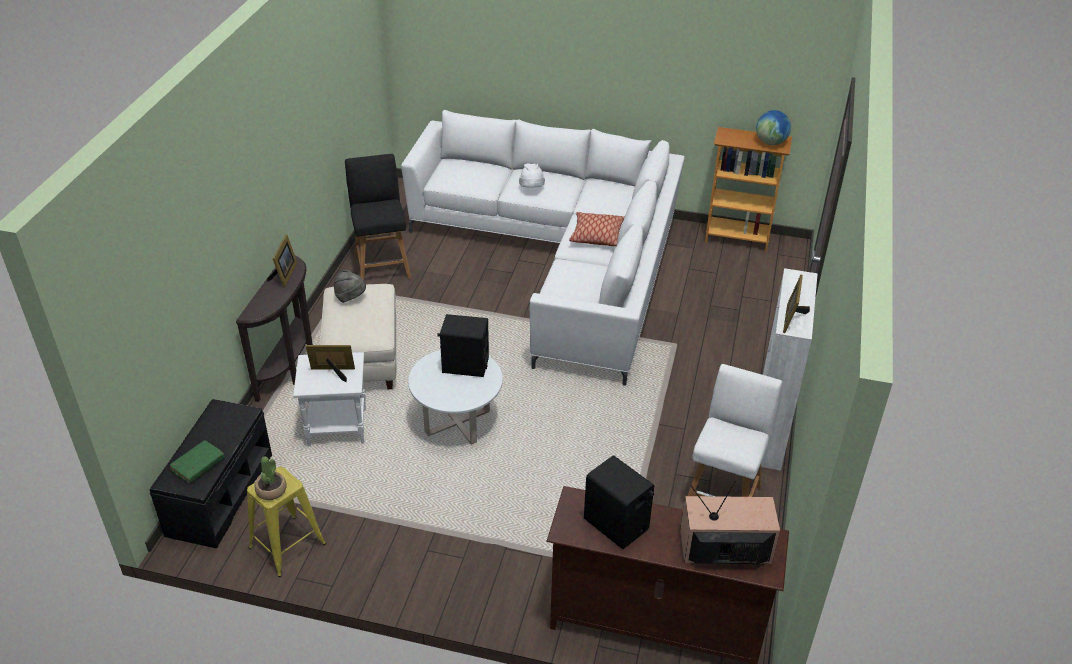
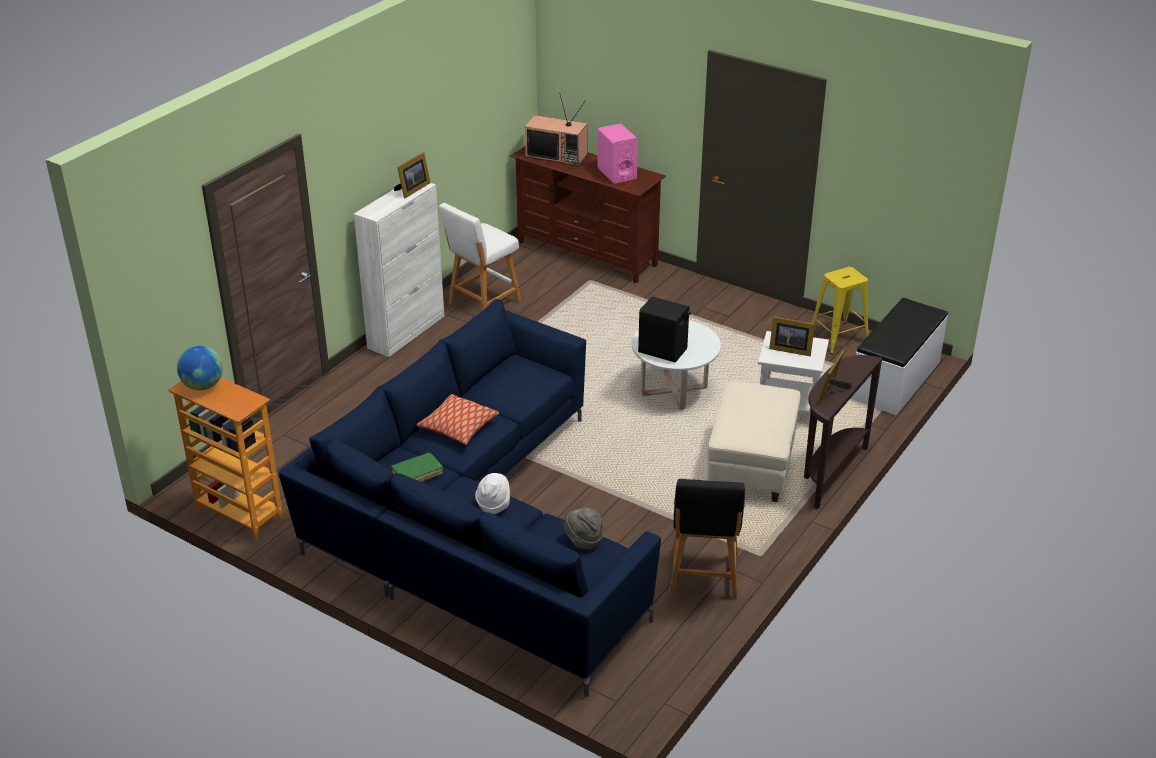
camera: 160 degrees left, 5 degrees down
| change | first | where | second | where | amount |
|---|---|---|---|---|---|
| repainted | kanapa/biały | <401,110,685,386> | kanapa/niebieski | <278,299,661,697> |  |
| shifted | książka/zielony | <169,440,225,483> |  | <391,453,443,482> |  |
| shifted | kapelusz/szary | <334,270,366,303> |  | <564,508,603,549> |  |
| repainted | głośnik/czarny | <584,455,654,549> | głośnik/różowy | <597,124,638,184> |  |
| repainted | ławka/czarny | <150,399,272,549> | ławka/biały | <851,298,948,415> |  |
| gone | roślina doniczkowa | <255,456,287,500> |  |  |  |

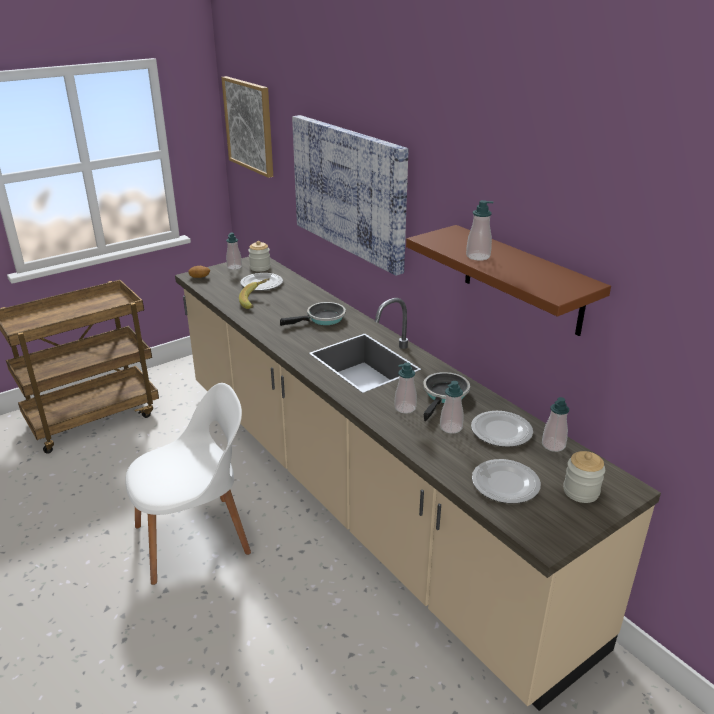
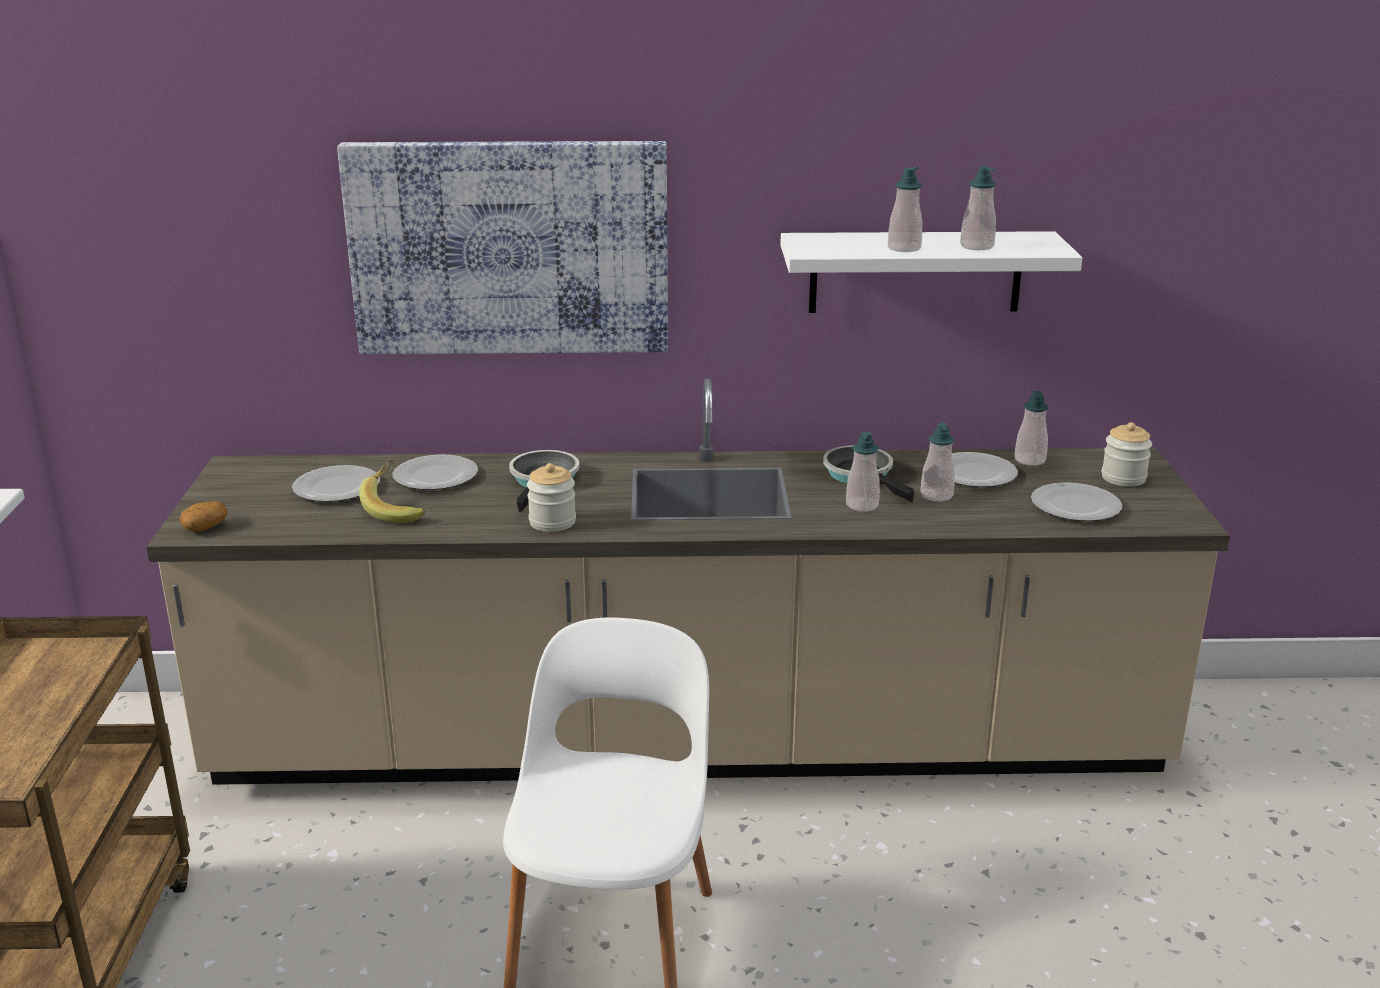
camera: 55 degrees left, 5 degrees down
| change | first | where | second | where | amount |
|---|---|---|---|---|---|
| new |  |  | talerz | <393,455,478,490> |  |
| shifted | słoik | <248,241,271,272> |  | <527,463,576,532> |  |
| repainted | półka/brązowy | <406,225,611,336> | półka/biały | <780,231,1082,313> |  |
| shifted | dozownik mydła | <226,233,242,270> |  | <960,166,996,250> |  |
| gone | obraz | <221,76,273,178> |  |  |  |

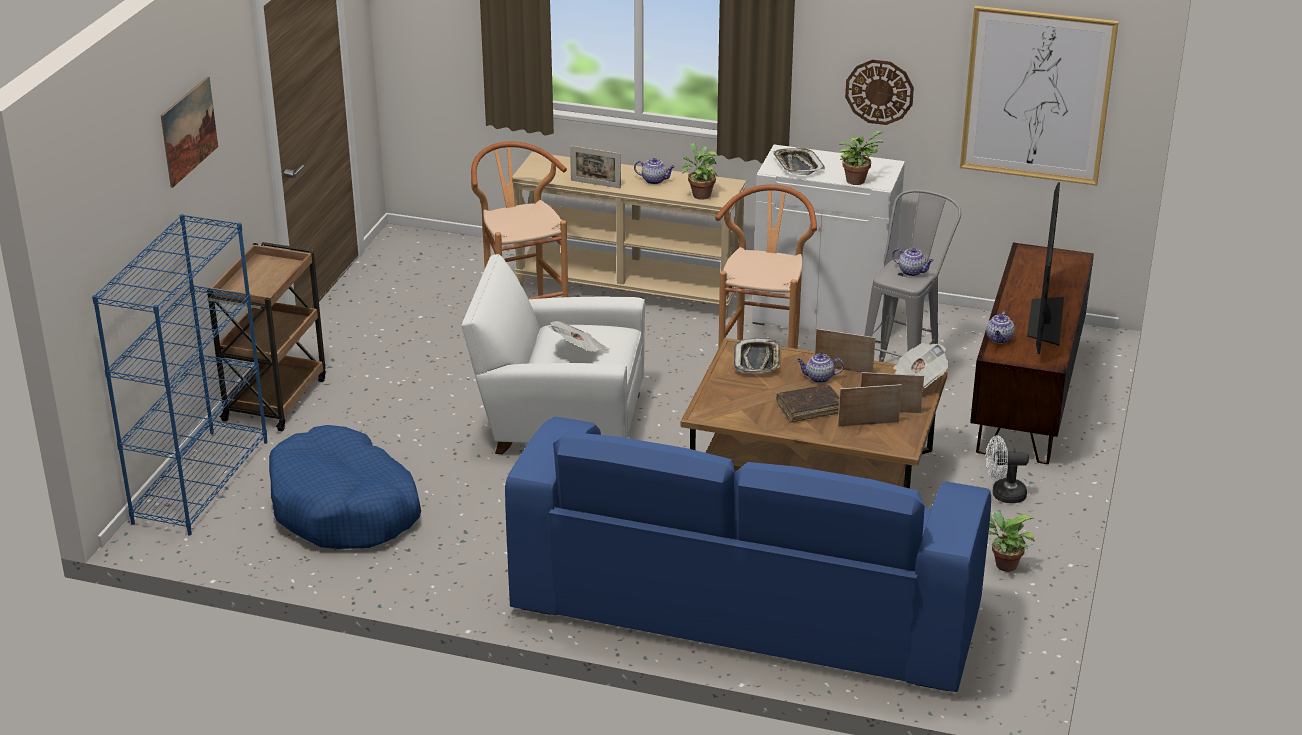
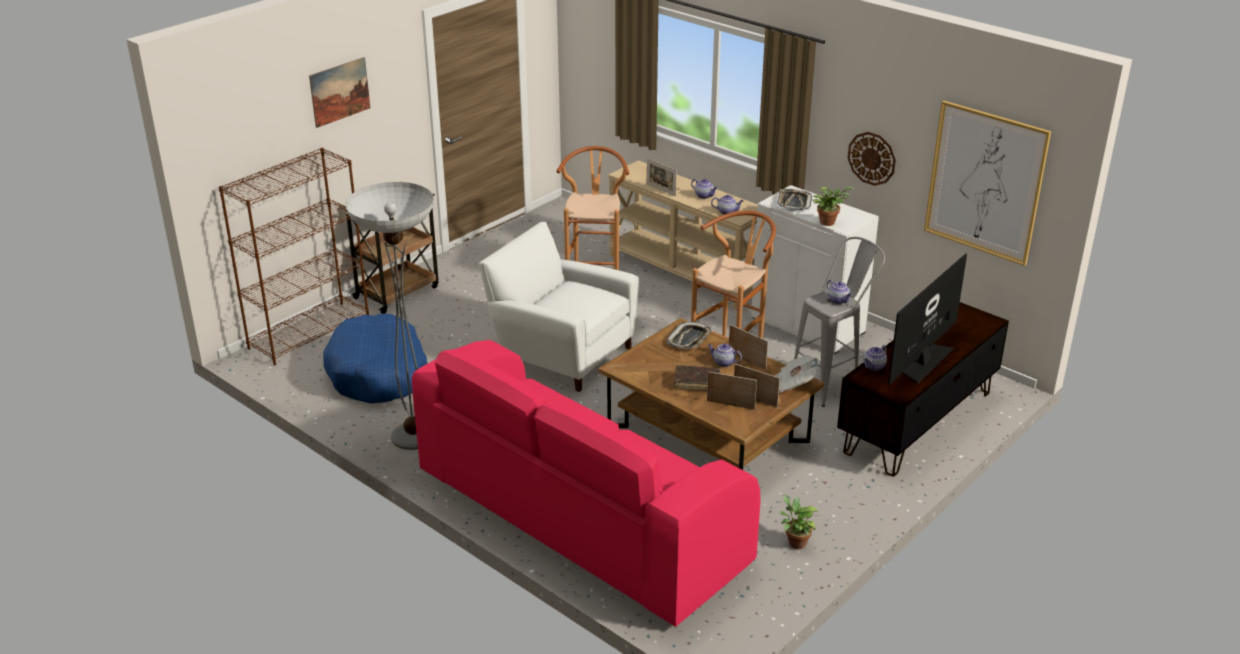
camera: 25 degrees right, 0 degrees up
| change | first | where | second | where | amount |
|---|---|---|---|---|---|
| repainted | regał/niebieski | <92,214,268,536> | regał/brązowy | <219,148,369,365> |  |
| new |  |  | lampa stojąca | <345,182,434,450> |  |
| repainted | kanapa/niebieski | <505,416,991,692> | kanapa/różowy | <412,340,760,627> |  |
| swapped | roślina doniczkowa | <682,142,718,200> | imbryk | <711,195,744,215> |  |
| gone | gazeta | <549,321,610,352> |  |  |  |
| gone | wentylator/biały | <985,435,1029,503> |  |  |  |

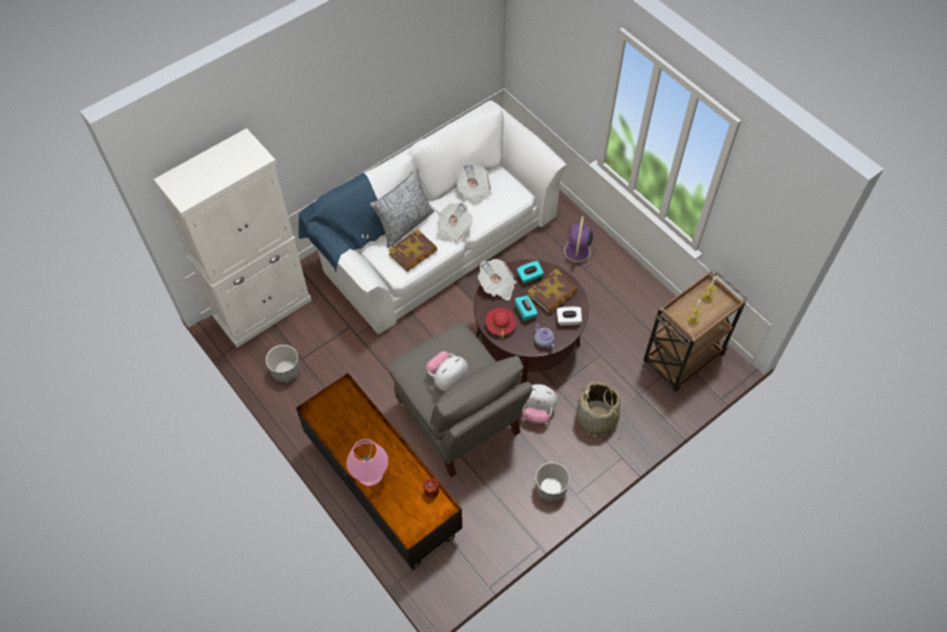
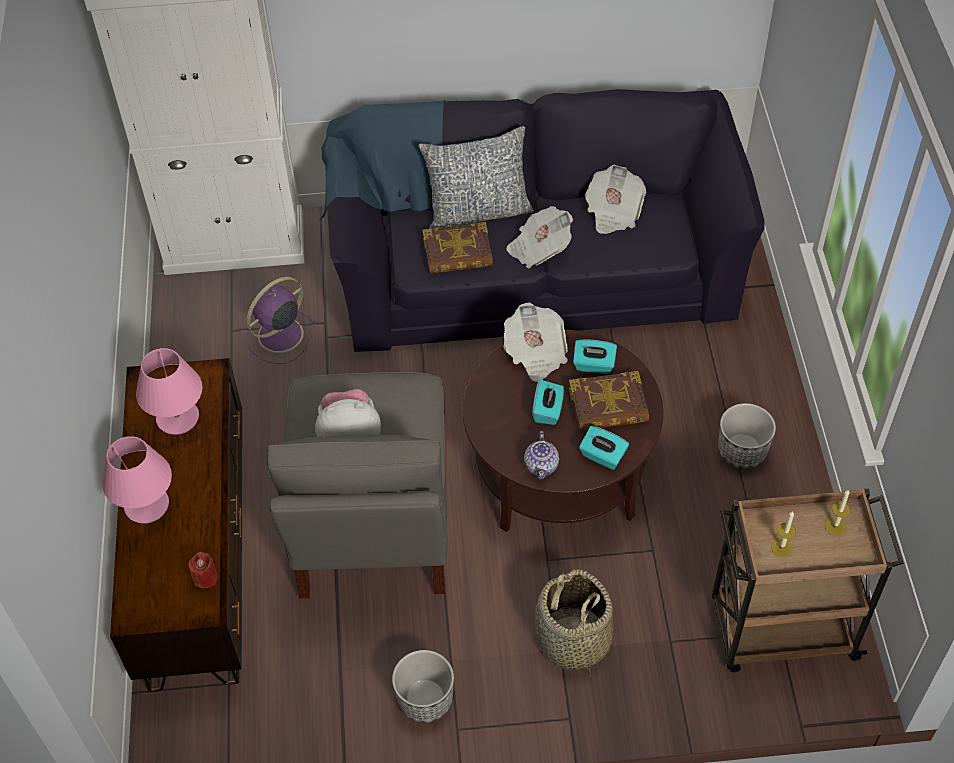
camera: 35 degrees right, 5 degrees down
| change | first | where | second | where | amount |
|---|---|---|---|---|---|
| new |  |  | lampa stołowa/różowy | <136,348,202,435> |  |
| shifted | wentylator/fioletowy | <558,216,597,268> |  | <245,277,316,364> |  |
| repainted | kanapa/biały | <298,101,566,334> | kanapa/czarny | <320,89,765,352> |  |
| repainted | pudełko chusteczek/biały | <557,307,582,326> | pudełko chusteczek/turkusowy | <579,426,629,470> |  |
| shifted | donica | <266,345,300,383> |  | <718,403,776,469> |  |
| gone | kapelusz/czerwony | <485,308,516,339> |  |  |  |
| gone | pluszak | <522,384,558,424> |  |  |  |

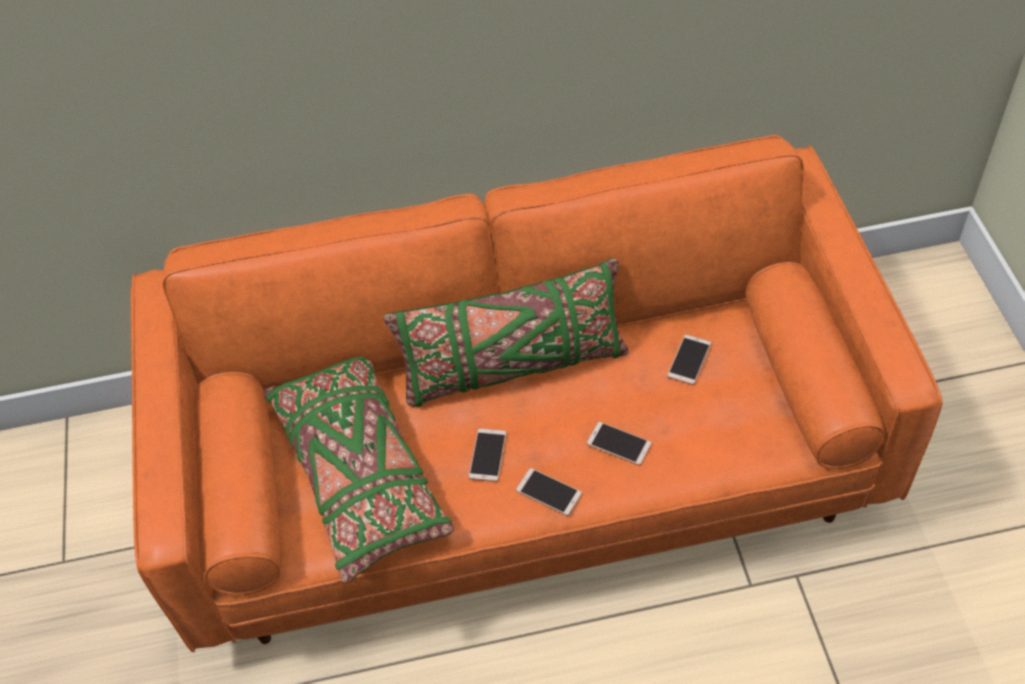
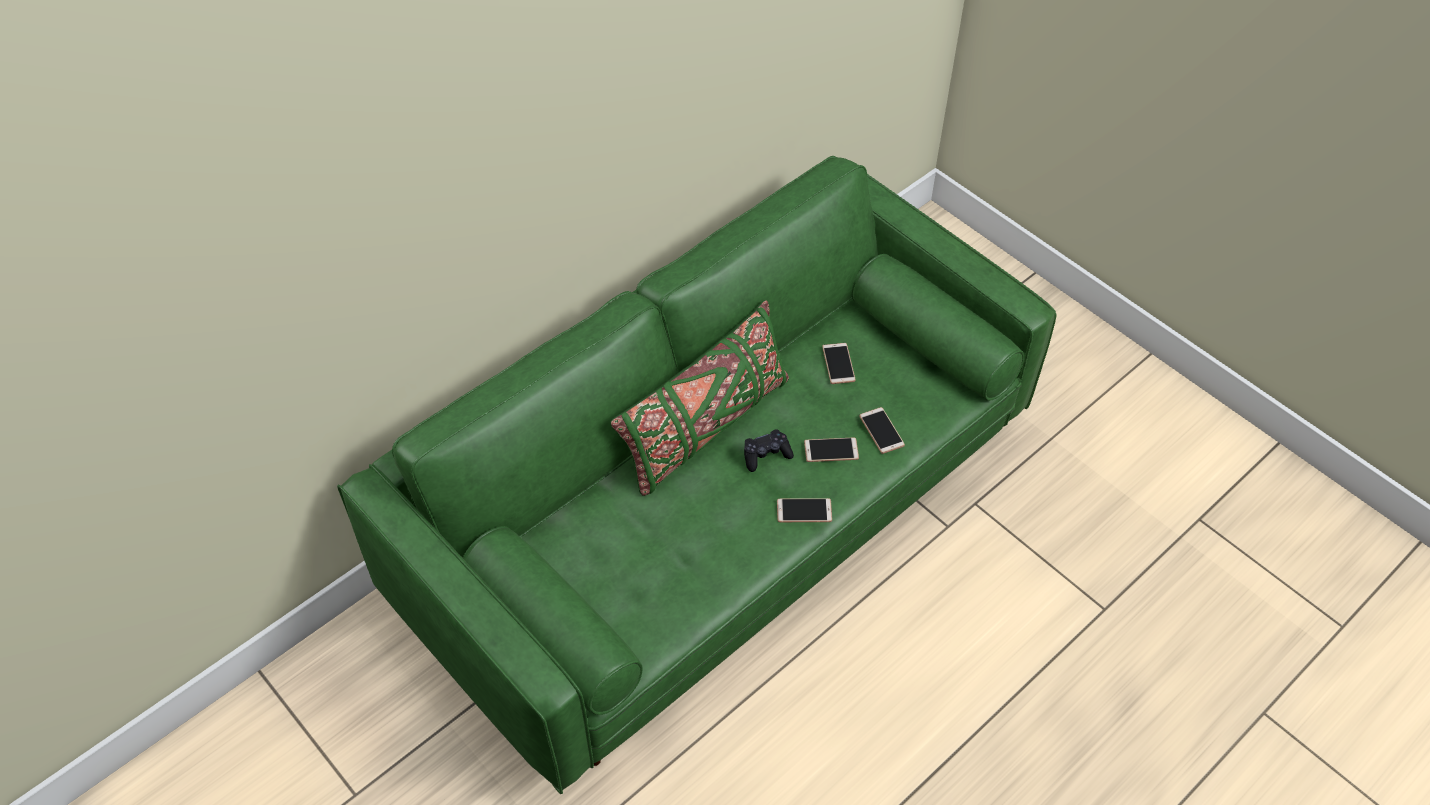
camera: 35 degrees left, 0 degrees up
| change | first | where | second | where | amount |
|---|---|---|---|---|---|
| repainted | kanapa/pomarańczowy | <130,135,942,652> | kanapa/zielony | <337,156,1057,794> |  |
| new |  |  | pad do gier/czarny | <744,429,794,472> |  |
| shifted | telefon | <468,428,507,482> |  | <859,407,905,454> |  |
| gone | poduszka/zielony | <263,357,454,583> |  |  |  |

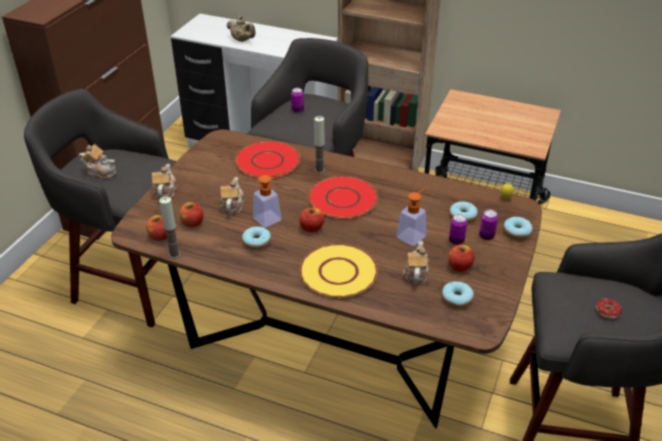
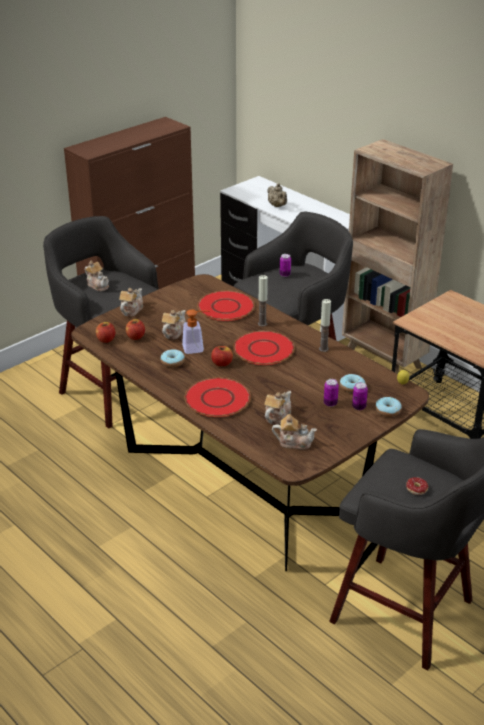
camera: 25 degrees right, 5 degrees down
| change | first | where | second | where | amount |
|---|---|---|---|---|---|
| repainted | talerz/żółty | <299,244,378,298> | talerz/czerwony | <185,378,251,417> |  |
| swapped | donut | <442,281,474,308> | imbryk | <272,414,317,449> |  |
| shifted | świeca | <159,197,181,259> |  | <319,299,331,352> |  |
| gone | dozownik mydła | <396,187,428,246> |  |  |  |
| gone | jabłko | <448,245,474,272> |  |  |  |

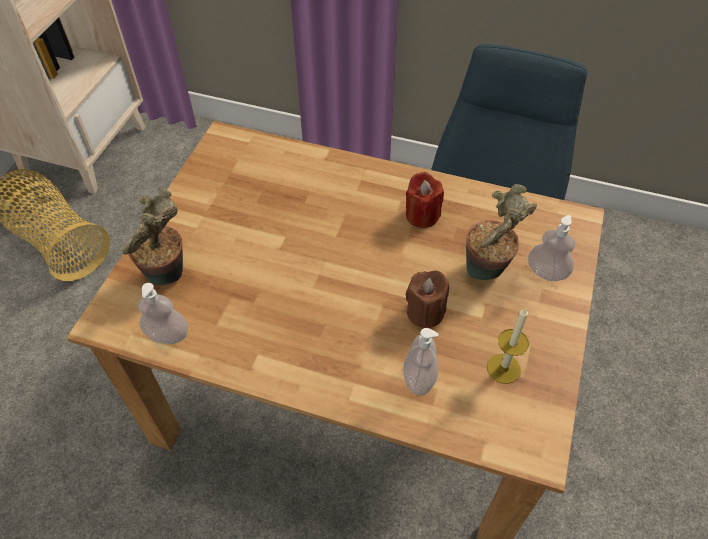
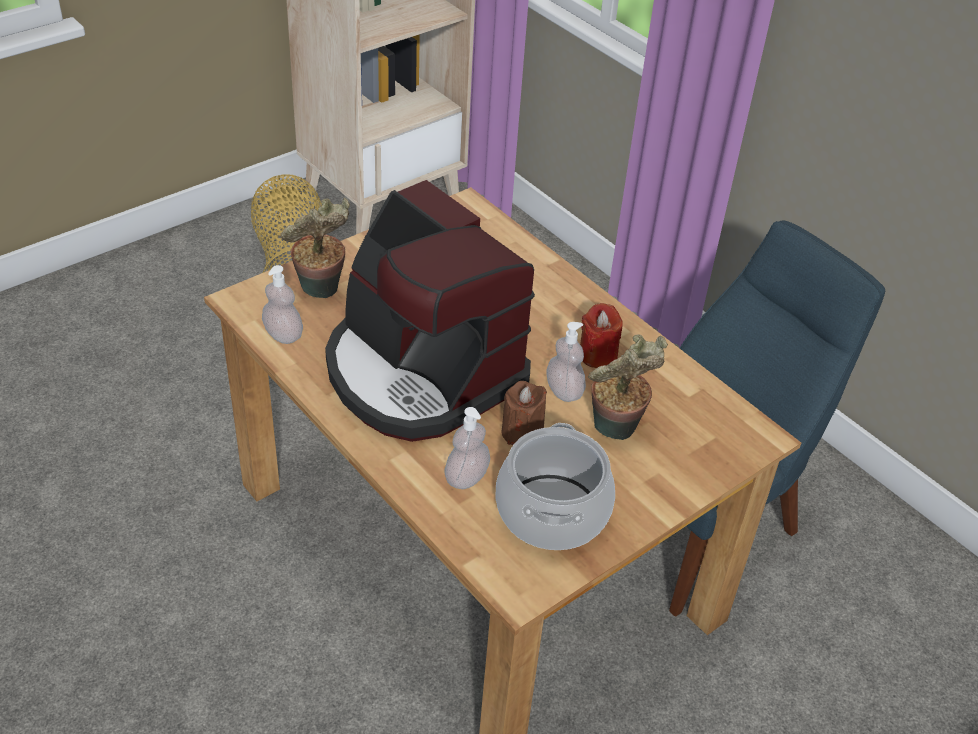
camera: 30 degrees right, 10 degrees down
| change | first | where | second | where | amount |
|---|---|---|---|---|---|
| new |  |  | ekspres do kawy | <325,180,535,442> |  |
| swapped | świeca | <487,308,529,384> | garnek | <495,423,615,550> |  |
| shifted | dozownik mydła | <528,215,575,281> |  | <546,322,586,402> |  |

